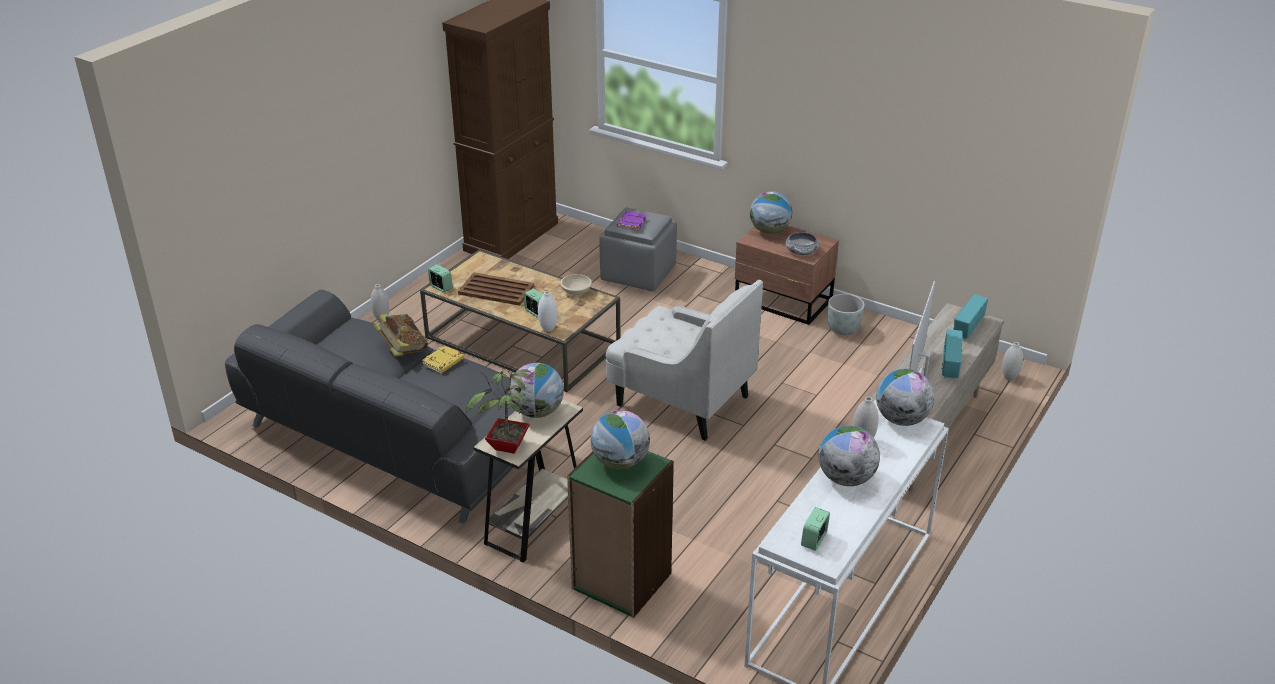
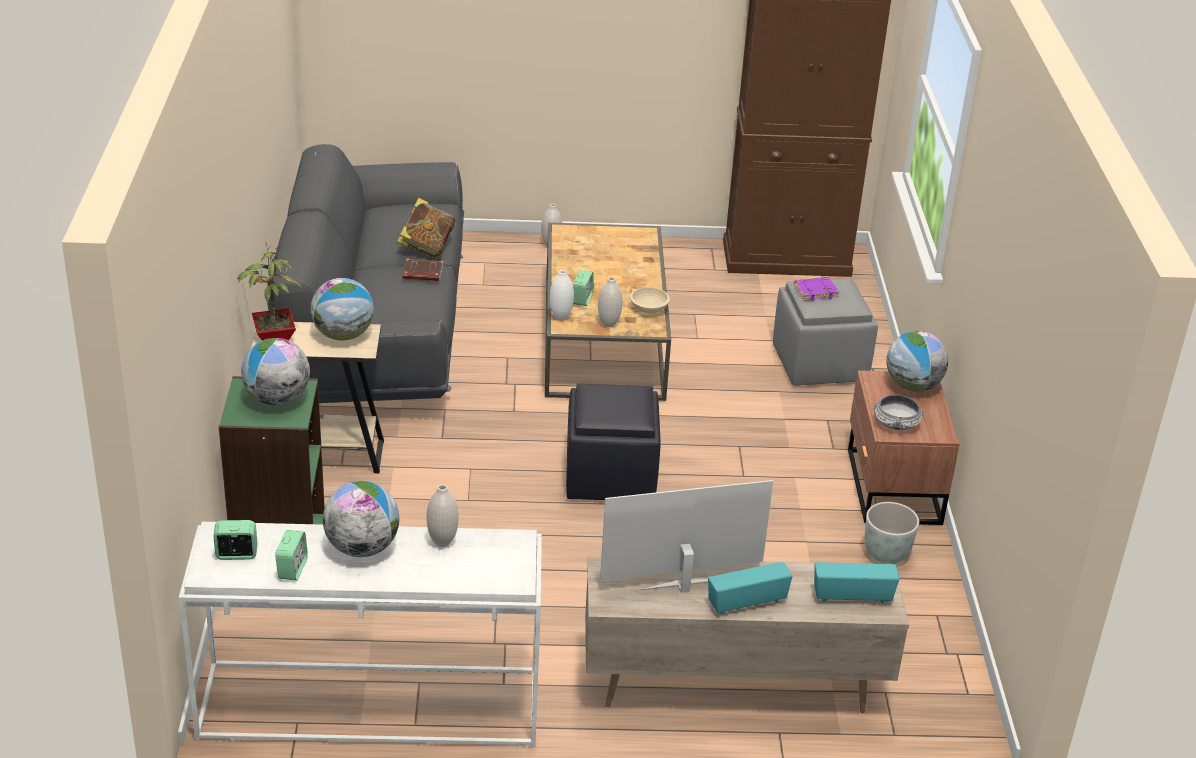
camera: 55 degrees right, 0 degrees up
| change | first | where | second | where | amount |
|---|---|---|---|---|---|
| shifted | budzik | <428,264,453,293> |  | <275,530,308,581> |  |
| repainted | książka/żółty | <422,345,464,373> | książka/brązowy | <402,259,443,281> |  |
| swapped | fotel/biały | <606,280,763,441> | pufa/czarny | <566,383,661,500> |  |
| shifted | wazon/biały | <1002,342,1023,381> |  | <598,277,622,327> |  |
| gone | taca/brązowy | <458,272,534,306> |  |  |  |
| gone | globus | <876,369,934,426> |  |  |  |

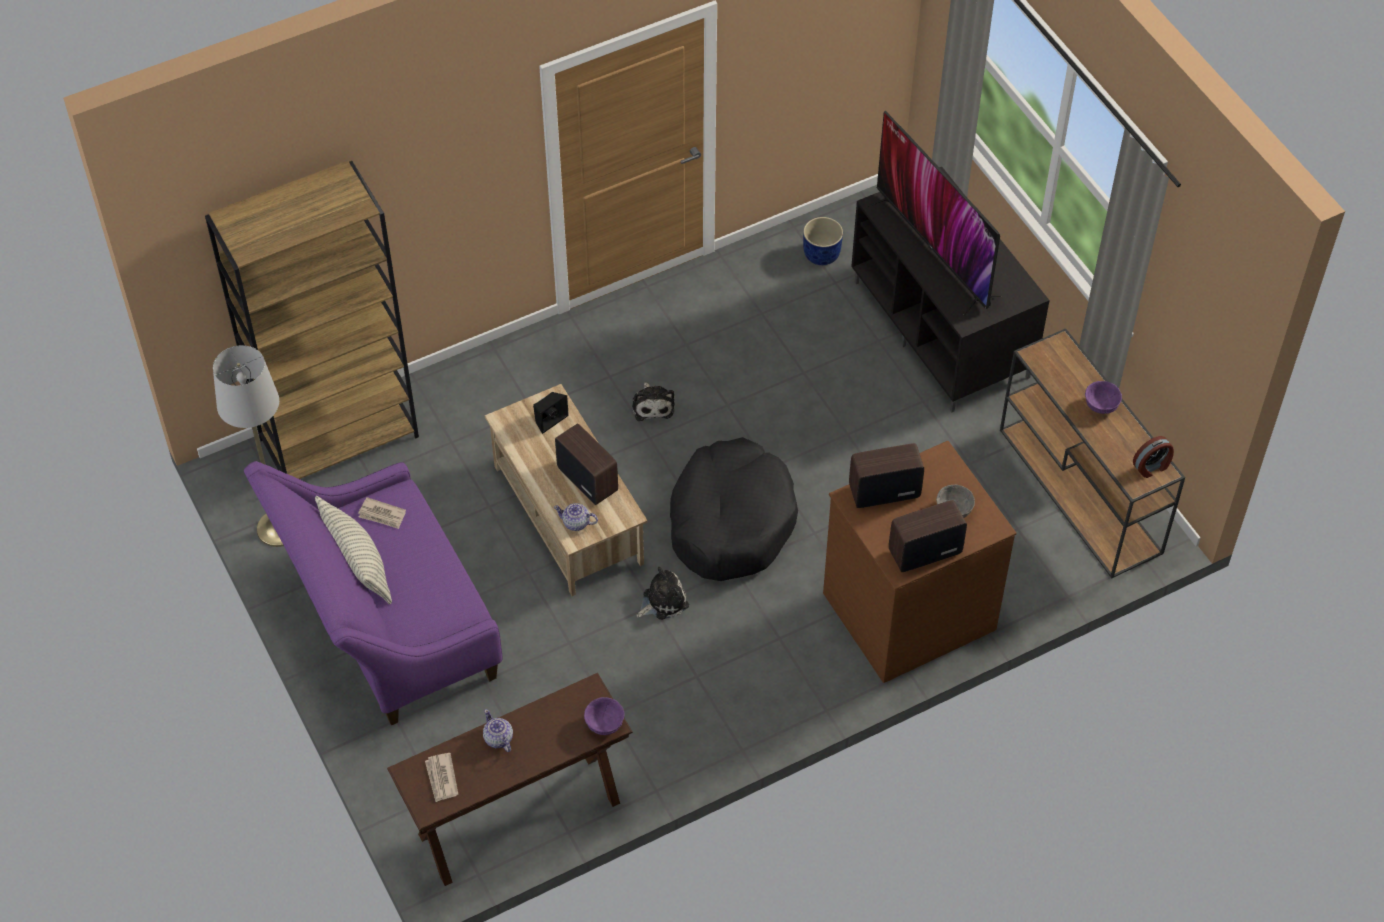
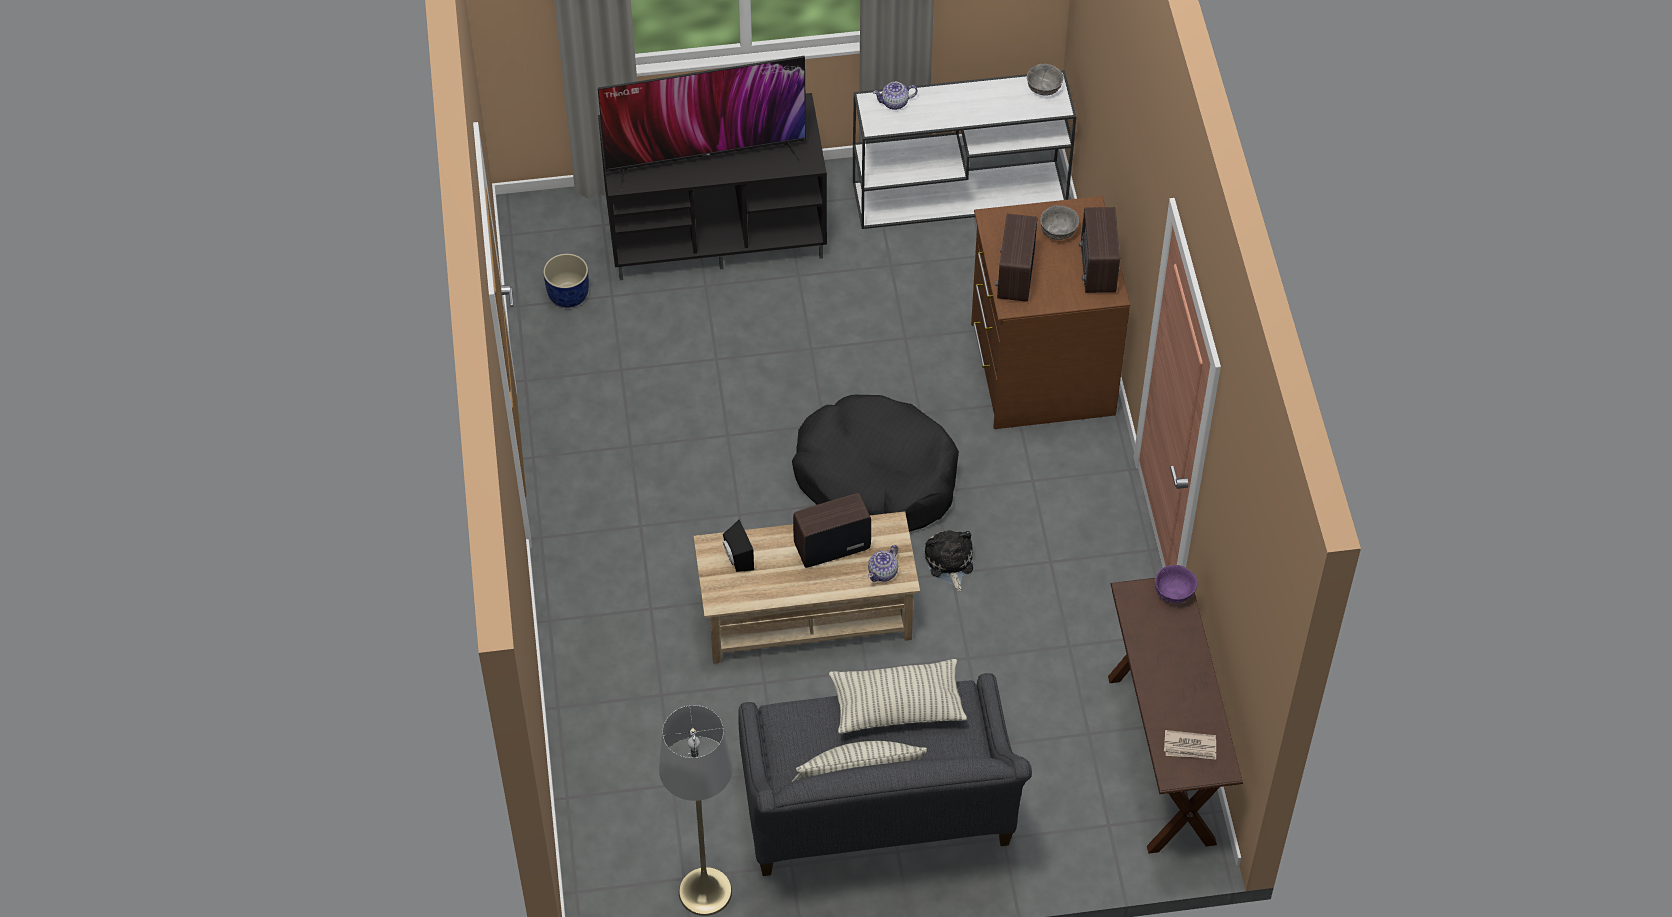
camera: 70 degrees left, 0 degrees up
| change | first | where | second | where | amount |
|---|---|---|---|---|---|
| repainted | kanapa/fioletowy | <244,461,502,725> | kanapa/szary | <738,673,1032,876> |  |
| new |  |  | poduszka | <829,659,967,734> |  |
| repainted | stolik konsolowy/brązowy | <1000,328,1185,578> | stolik konsolowy/biały | <853,70,1076,229> |  |
| shifted | imbryk | <483,709,513,752> |  | <873,82,918,110> |  |
| swapped | budzik | <1133,436,1174,478> | miska/szary | <1027,64,1063,95> |  |
| gone | regał/brązowy | <205,161,419,479> |  |  |  |
| gone | gazeta | <358,497,406,529> |  |  |  |
| gone | pluszak | <632,382,674,421> |  |  |  |
| gone | miska/fioletowy | <1085,381,1122,414> |  |  |  |

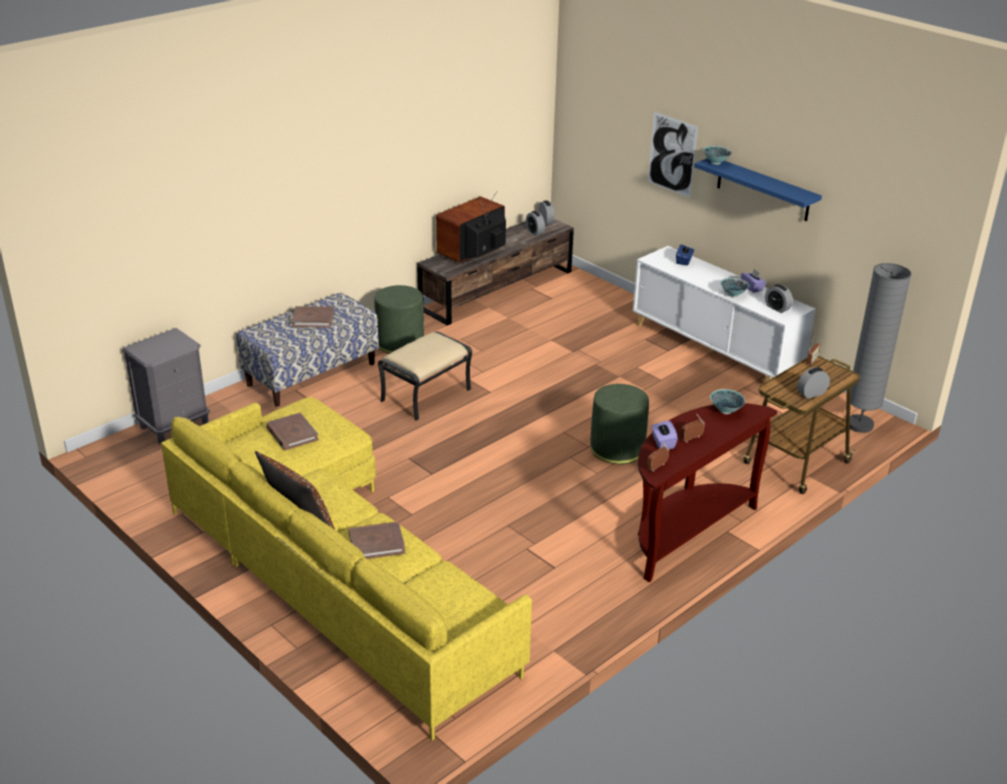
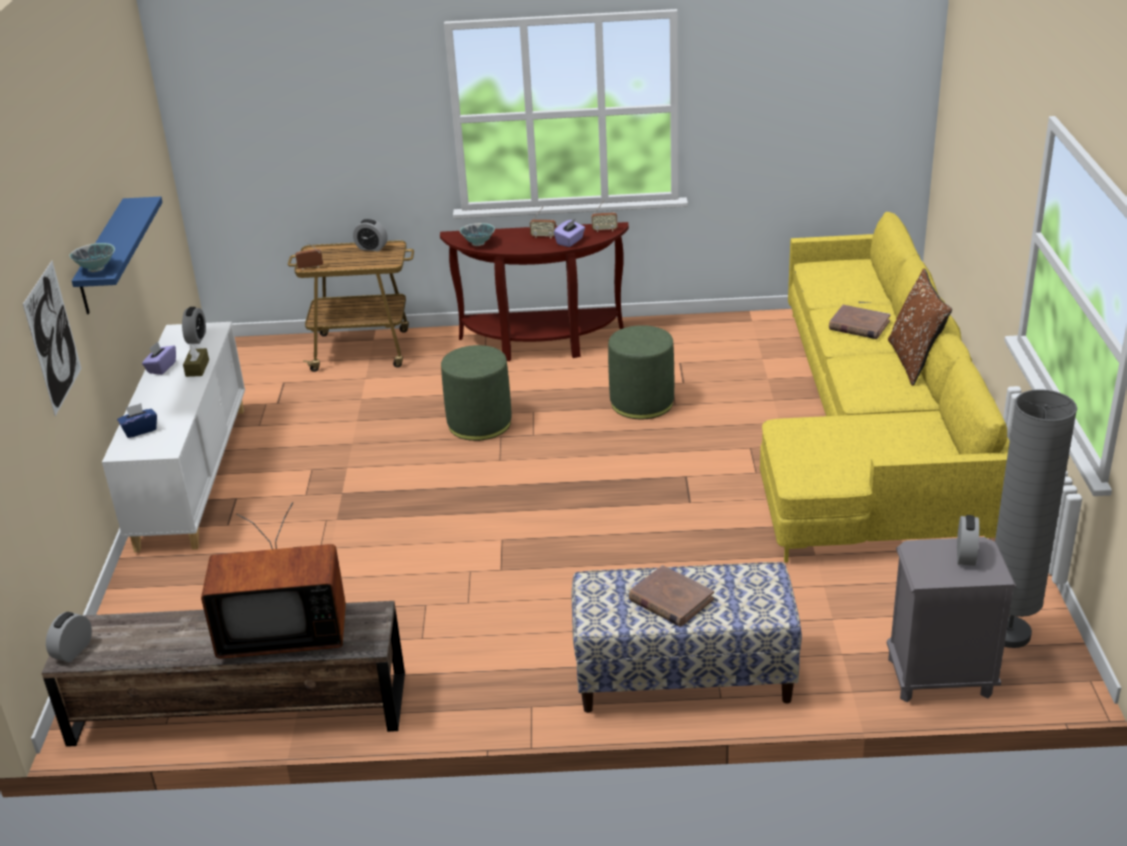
camera: 135 degrees left, 0 degrees up
| change | first | where | second | where | amount |
|---|---|---|---|---|---|
| swapped | miska | <721,278,749,297> | pudełko chusteczek/brązowy | <183,345,209,377> |  |
| shifted | pufa/zielony | <375,285,424,354> |  | <608,325,674,419> |  |
| shifted | budzik | <526,211,545,236> |  | <957,515,979,566> |  |
| shifted | lampa stojąca/szary | <850,263,911,433> |  | <995,389,1077,648> |  |
| gone | książka/brązowy | <266,413,319,450> |  |  |  |
| gone | pufa/beżowy | <378,331,472,421> |  |  |  |

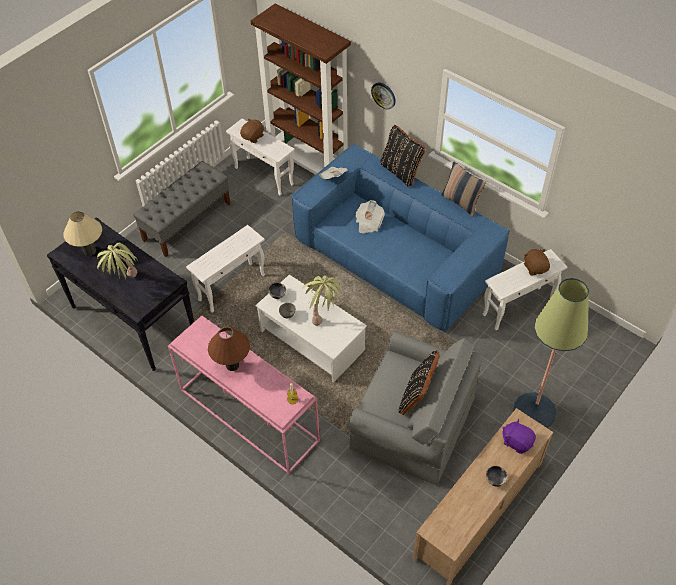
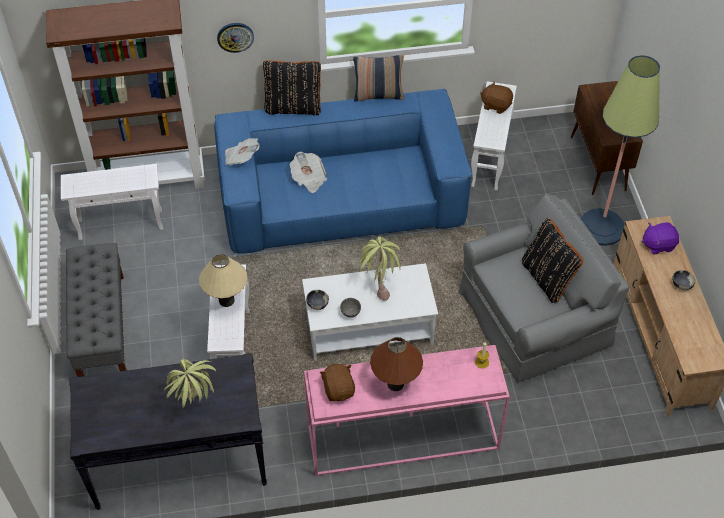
camera: 50 degrees left, 0 degrees up
| change | first | where | second | where | amount |
|---|---|---|---|---|---|
| shifted | lampa stołowa/beżowy | <63,212,102,256> |  | <199,254,247,307> |  |
| shifted | pluszak/brązowy | <240,119,264,143> |  | <320,364,355,401> |  |
| new |  |  | szafka/brązowy | <571,81,643,195> |  |

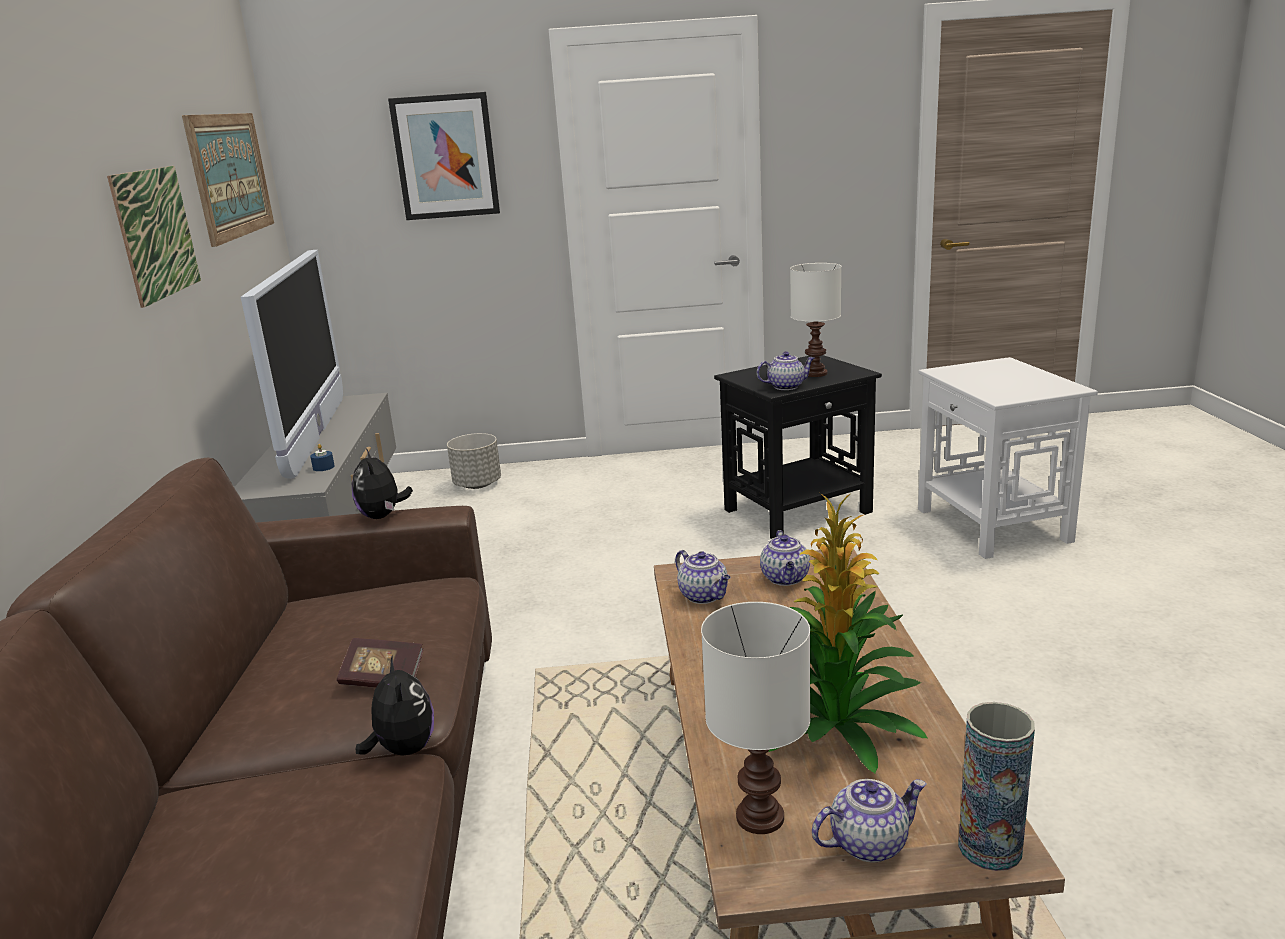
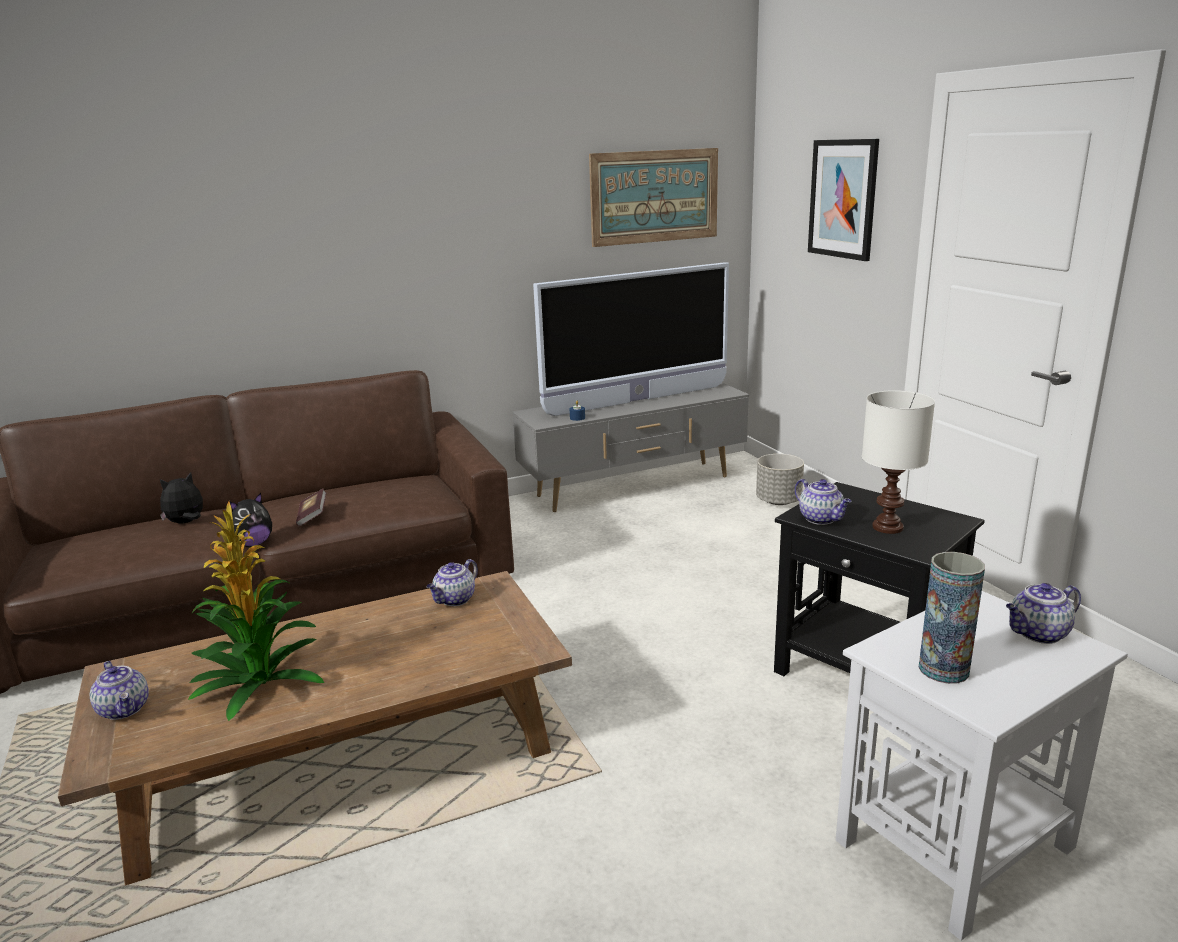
camera: 70 degrees right, 0 degrees up
| change | first | where | second | where | amount |
|---|---|---|---|---|---|
| shifted | pluszak | <352,449,413,519> |  | <160,472,203,524> |  |
| shifted | wazon | <958,702,1035,871> |  | <918,552,985,684> |  |
| shifted | imbryk | <760,530,810,586> |  | <1006,583,1081,644> |  |
| gone | obraz | <107,166,201,308> |  |  |  |
| gone | lampa stołowa/biały | <701,602,810,834> |  |  |  |

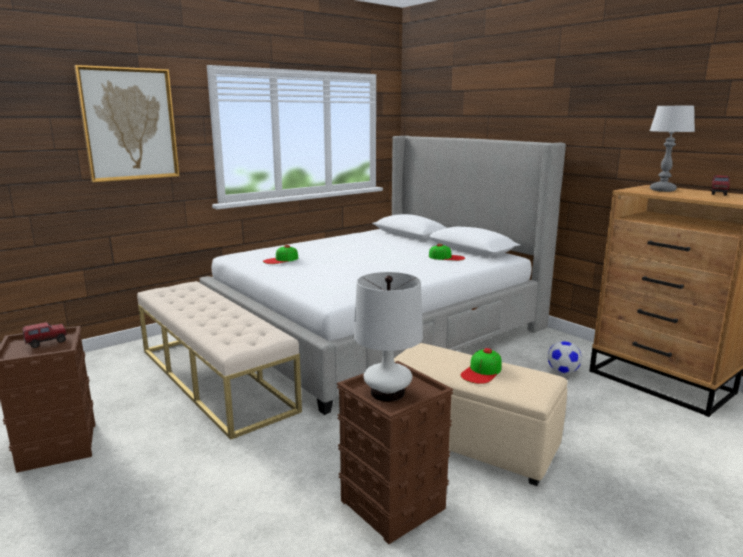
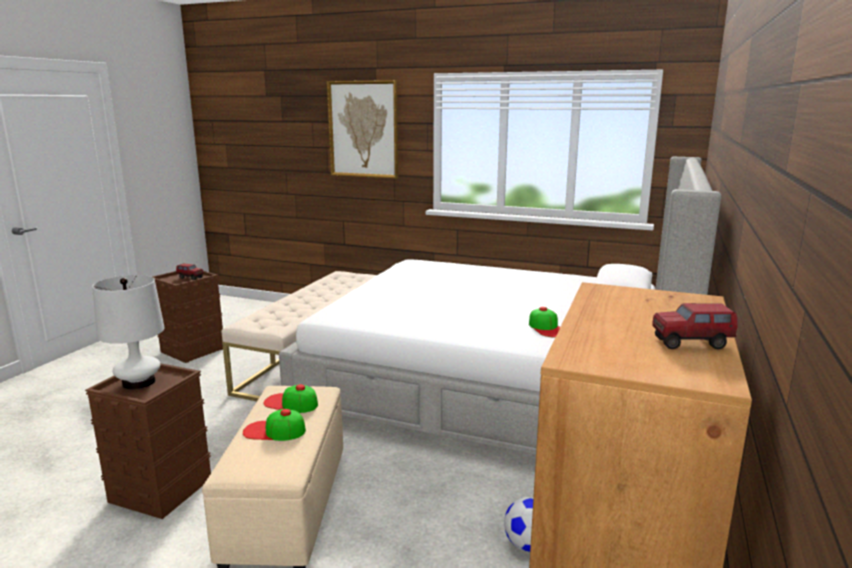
camera: 60 degrees right, 0 degrees up
| change | first | where | second | where | amount |
|---|---|---|---|---|---|
| shifted | czapka z daszkiem | <263,245,298,264> |  | <264,384,318,413> |  |
| gone | lampa stołowa | <650,106,695,192> |  |  |  |

